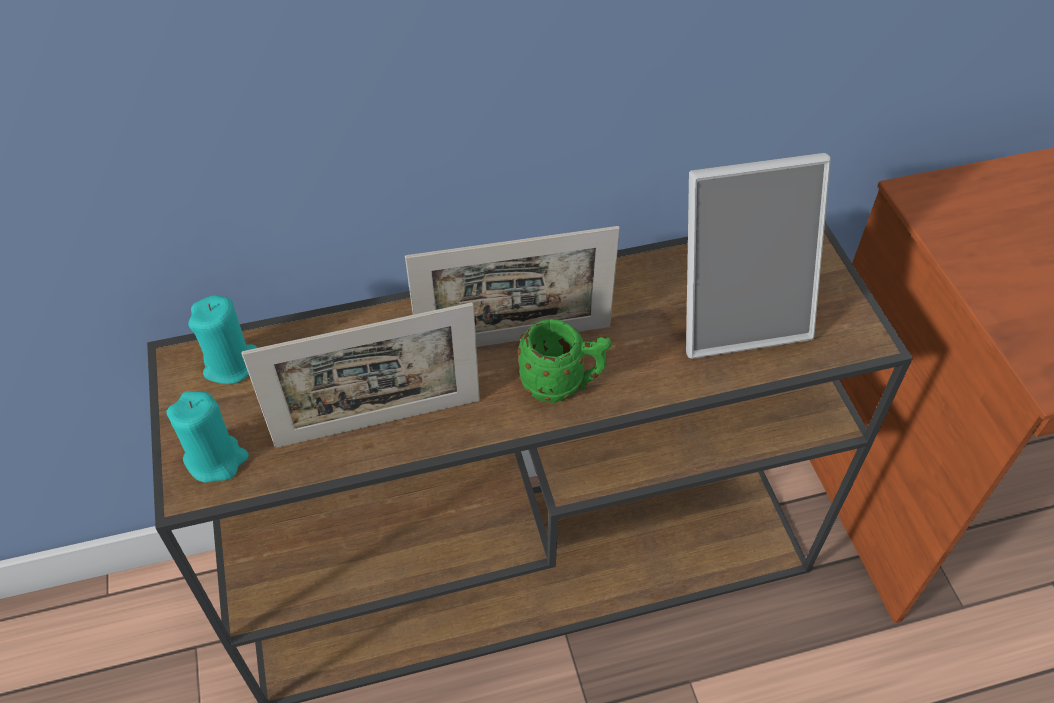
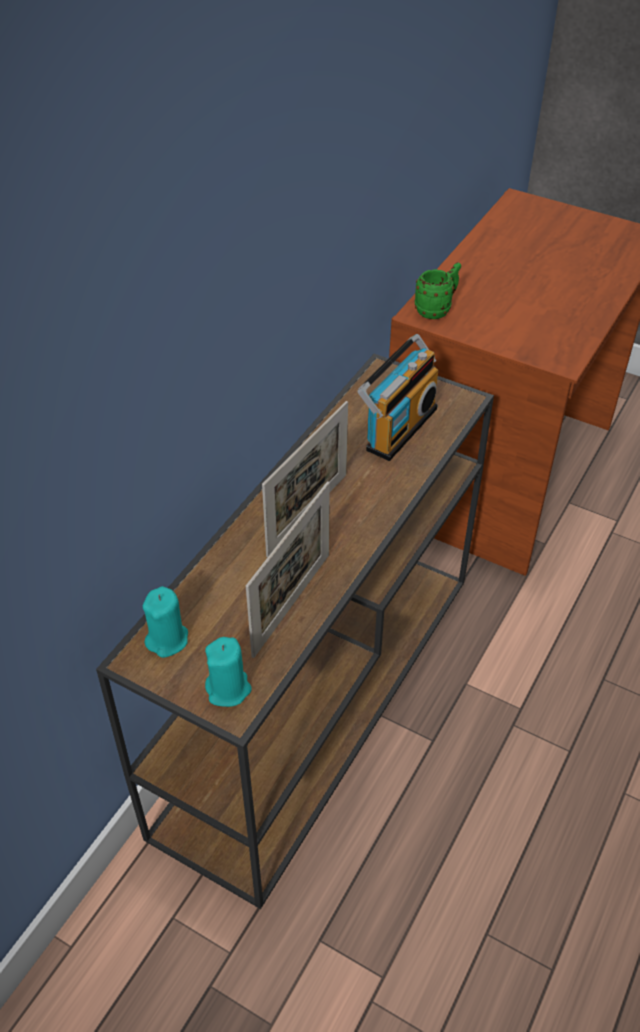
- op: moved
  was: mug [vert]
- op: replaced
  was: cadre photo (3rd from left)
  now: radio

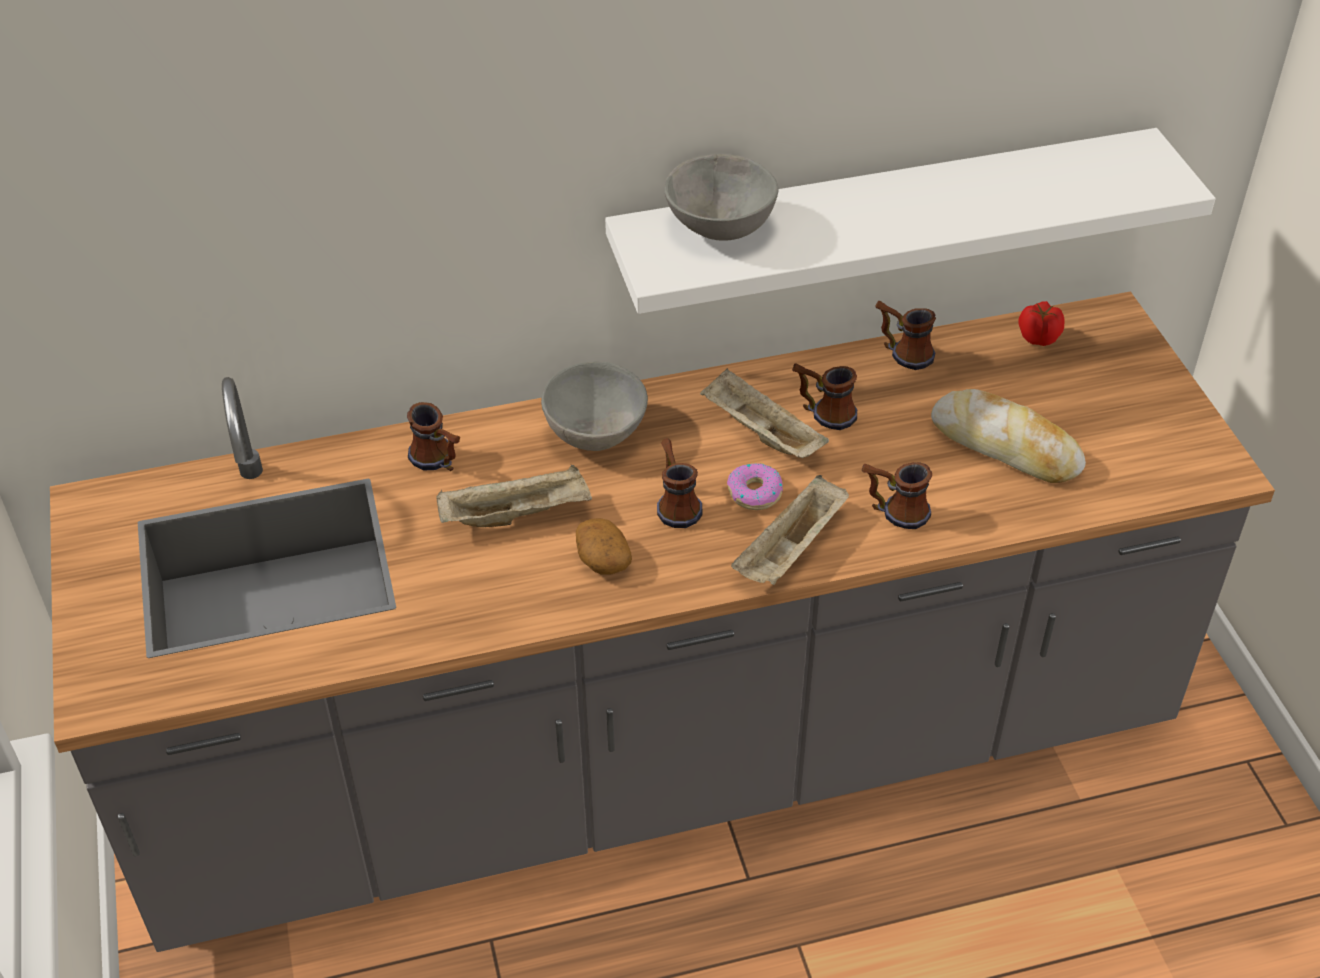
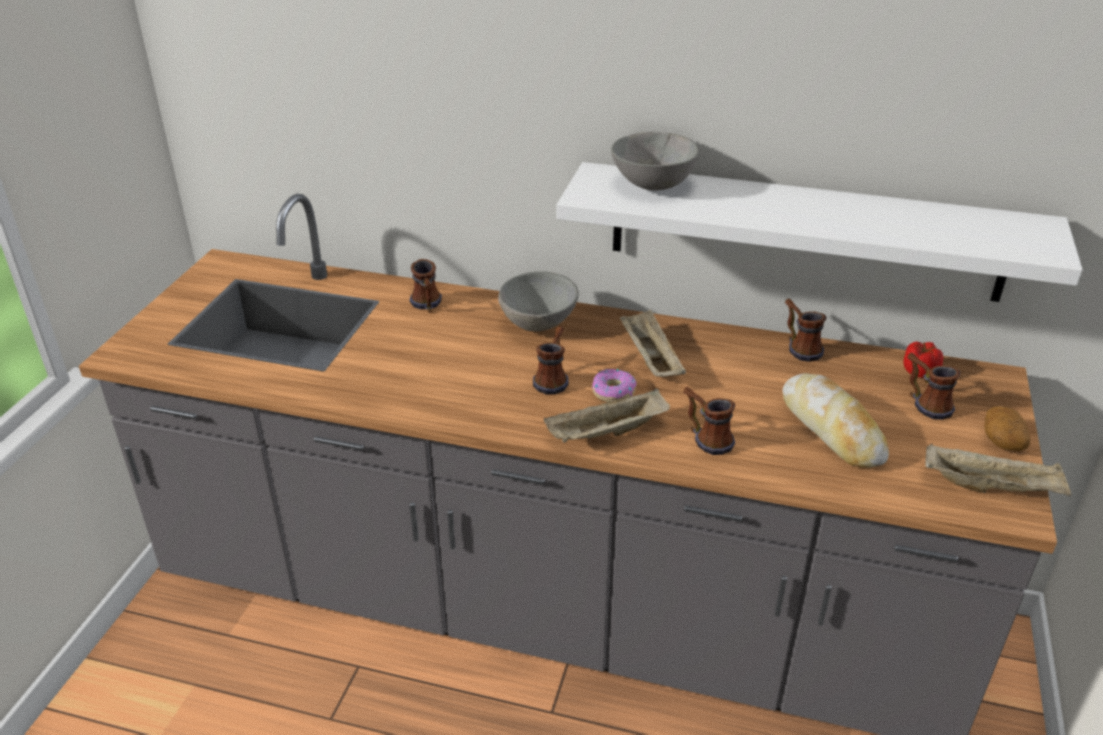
- op: moved
  was: plateau [beige] (1st from left in the first image)
  now: plateau [beige] (3rd from left)
- op: moved
  was: pomme de terre
- op: moved
  was: mug (3rd from left in the first image)
  now: mug (5th from left)

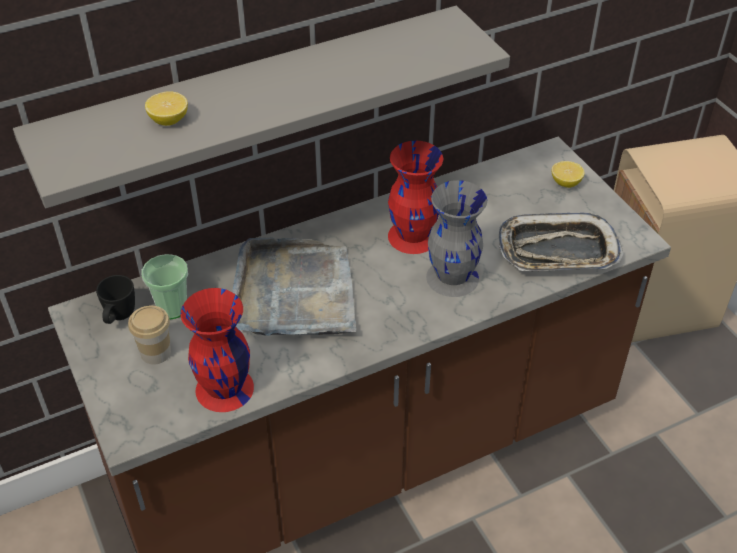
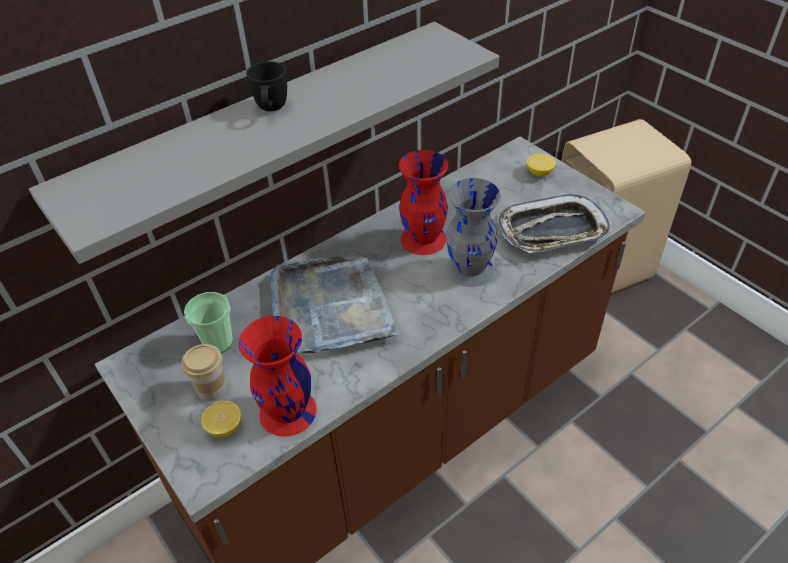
- op: moved
  was: mug [noir]
- op: moved
  was: citron (1st from left)

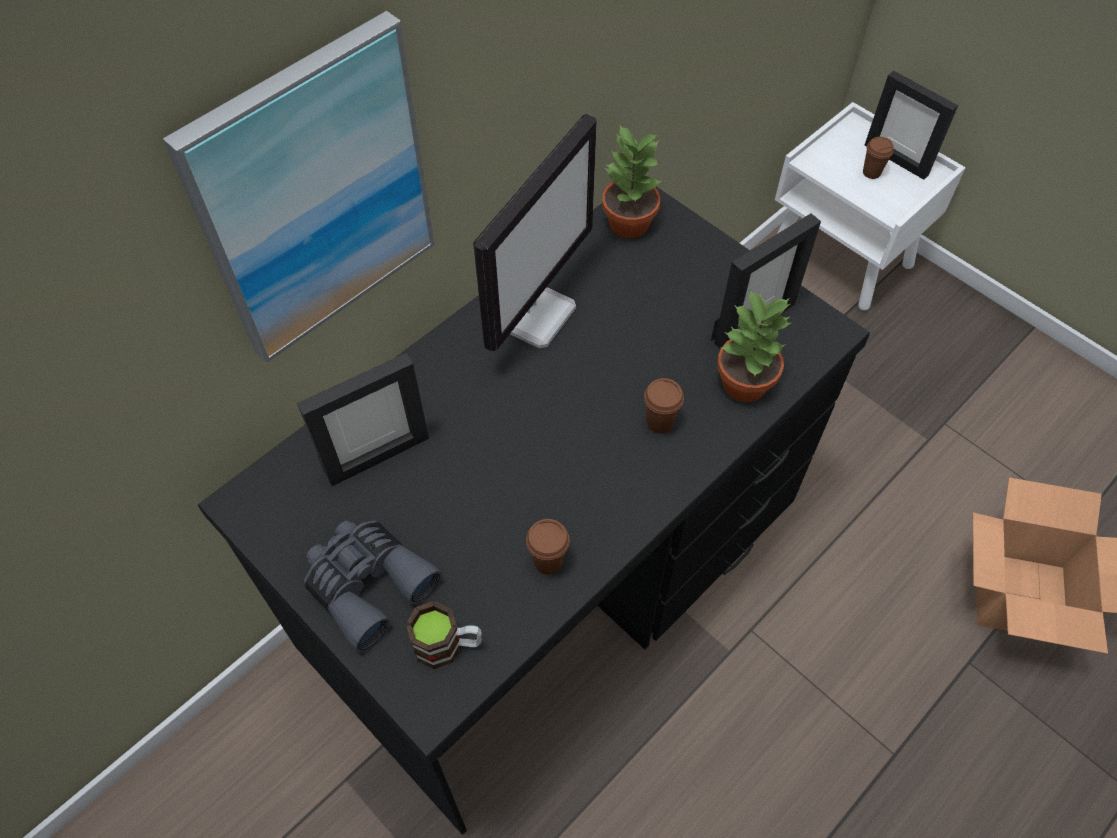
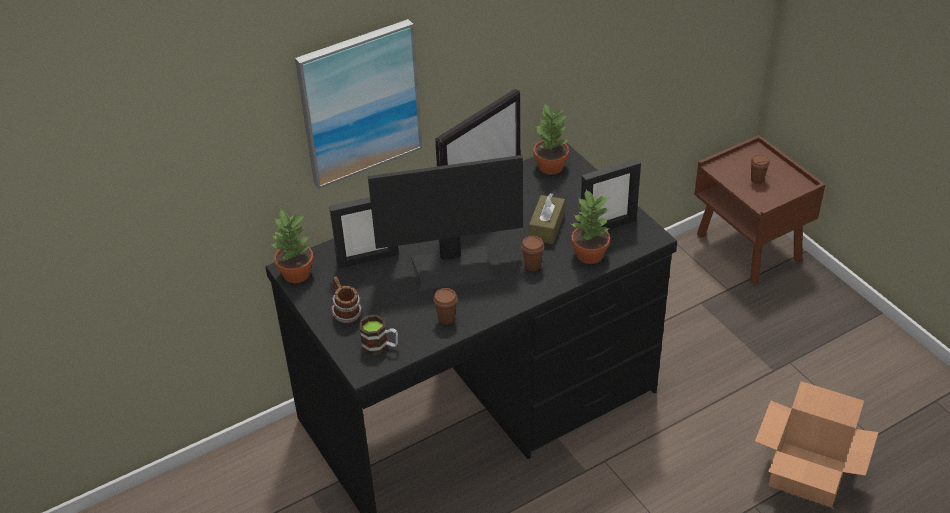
- op: removed
  was: cadre photo (3rd from left)
- op: added
  now: plante en pot (1st from left)
- op: added
  now: écran d'ordinateur (1st from left)
- op: added
  now: boîte à mouchoirs [marron]
- op: replaced
  was: jumelles [gris]
  now: mug (1st from left)
- op: recoloured
  was: table de chevet [blanc]
  now: table de chevet [marron]

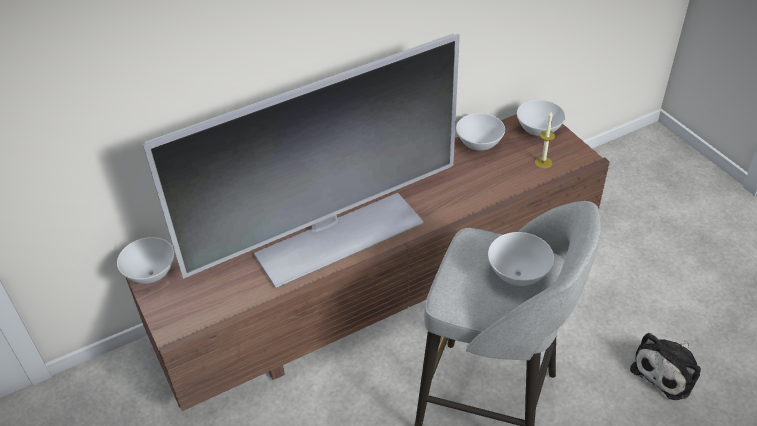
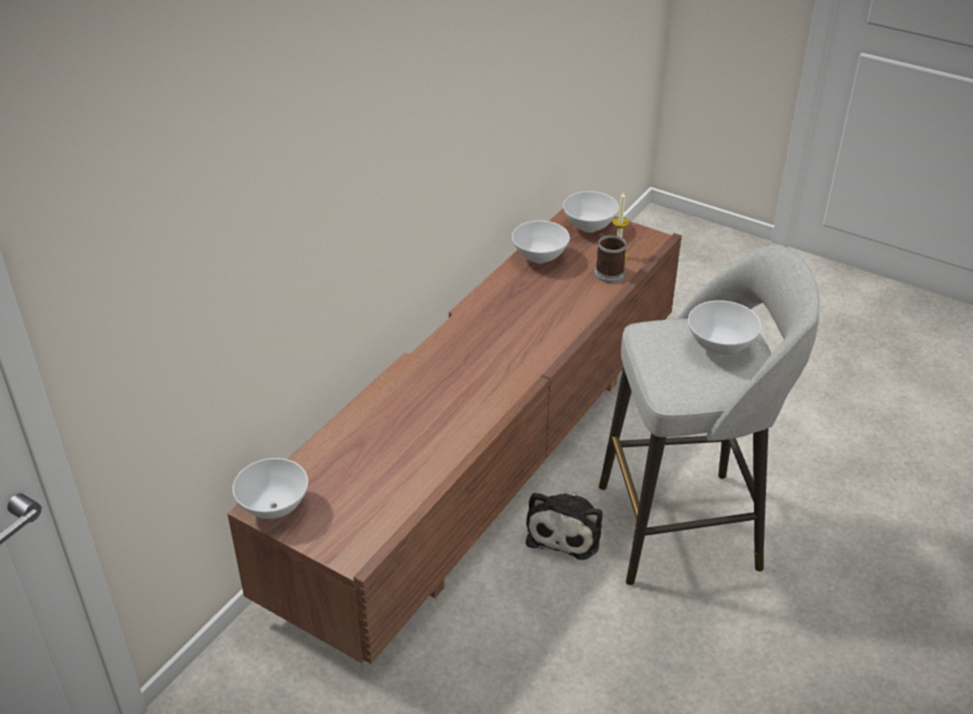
- op: removed
  was: téléviseur
- op: added
  now: mug
- op: moved
  was: peluche

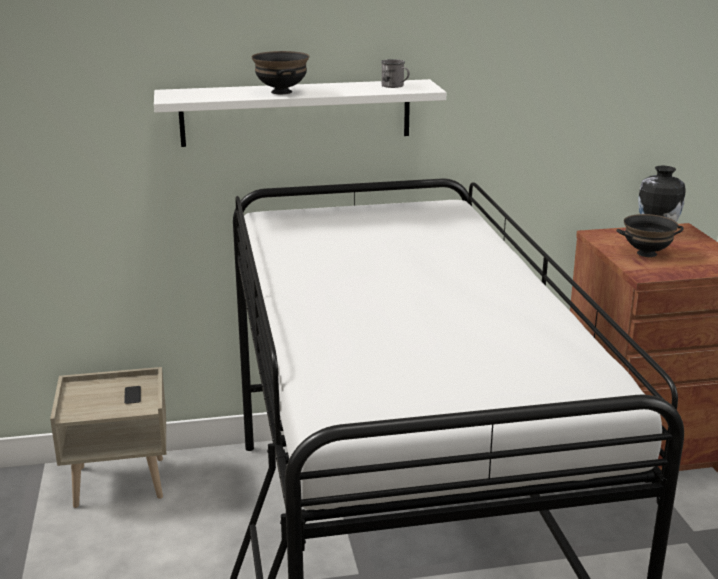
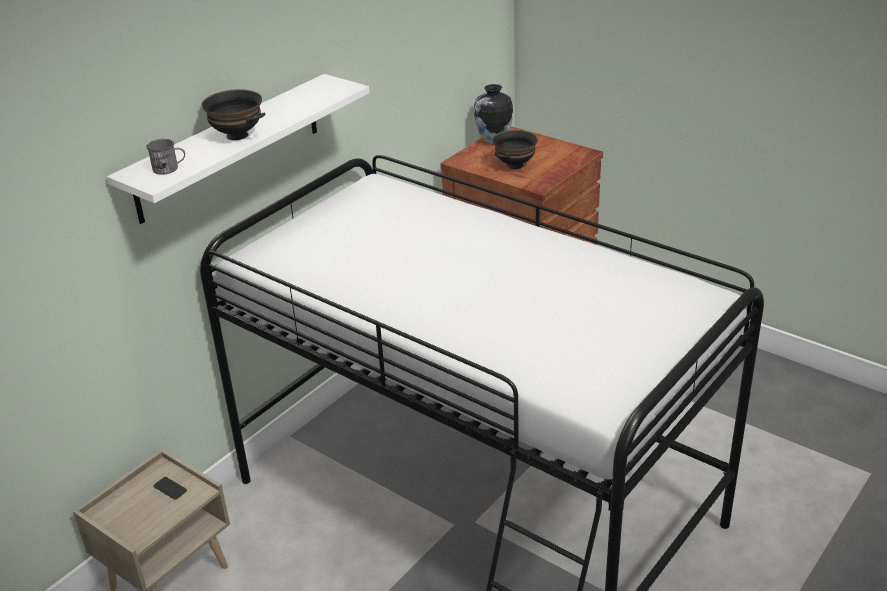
- op: moved
  was: mug [gris]

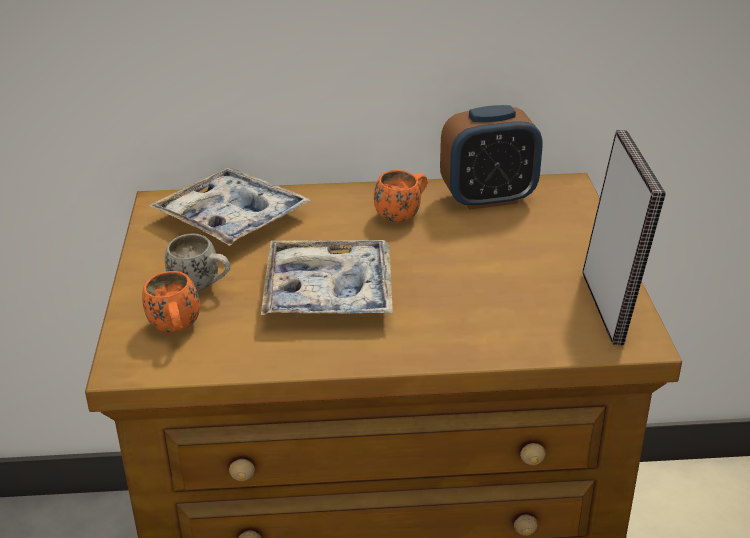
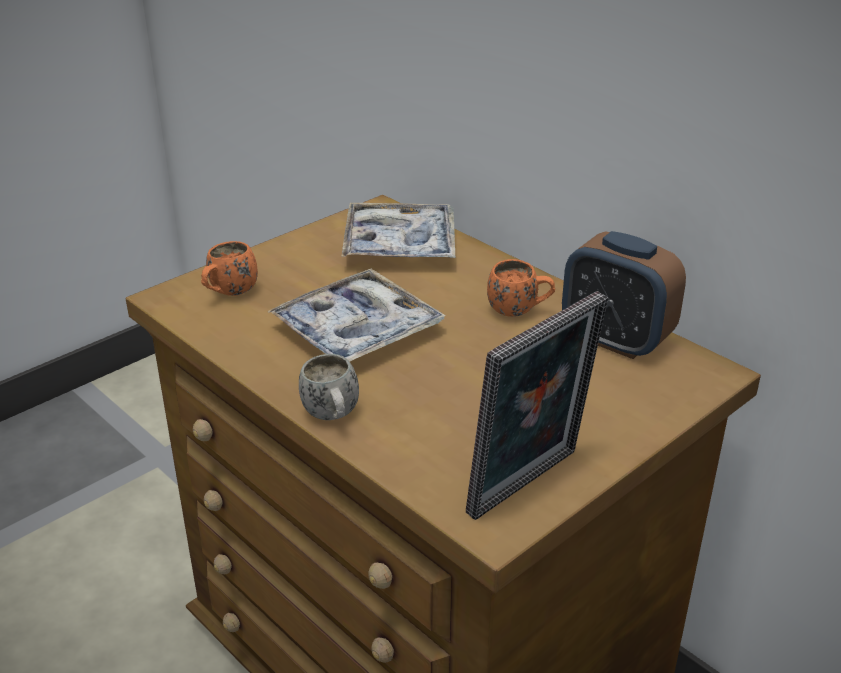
- op: moved
  was: mug [blanc]

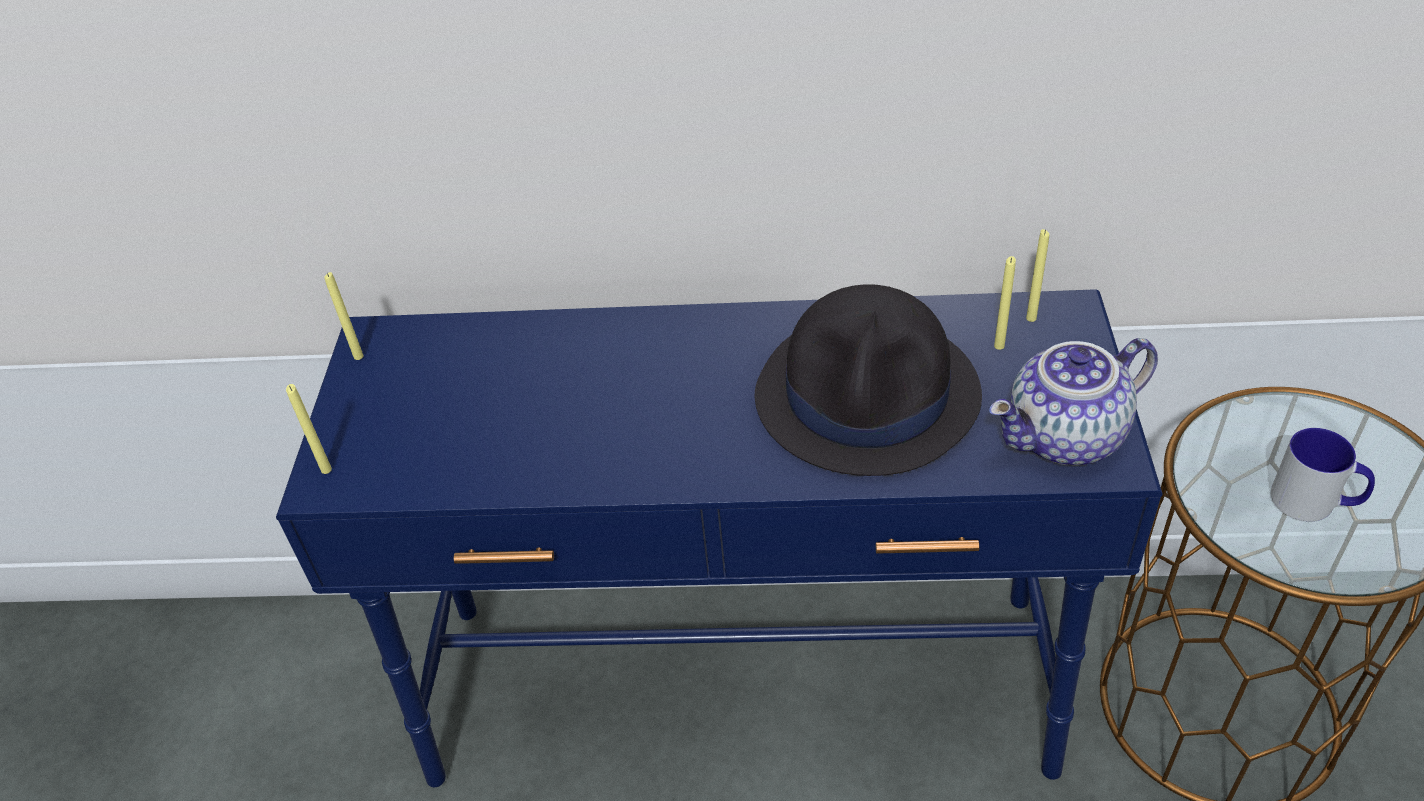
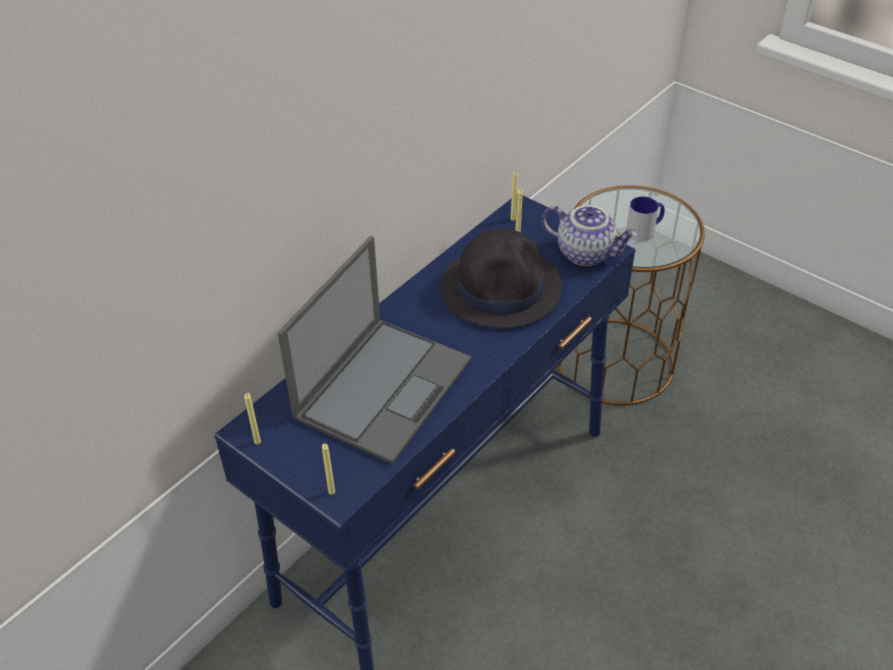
- op: added
  now: ordinateur portable
- op: turned
  was: théière
  clockwise: -75

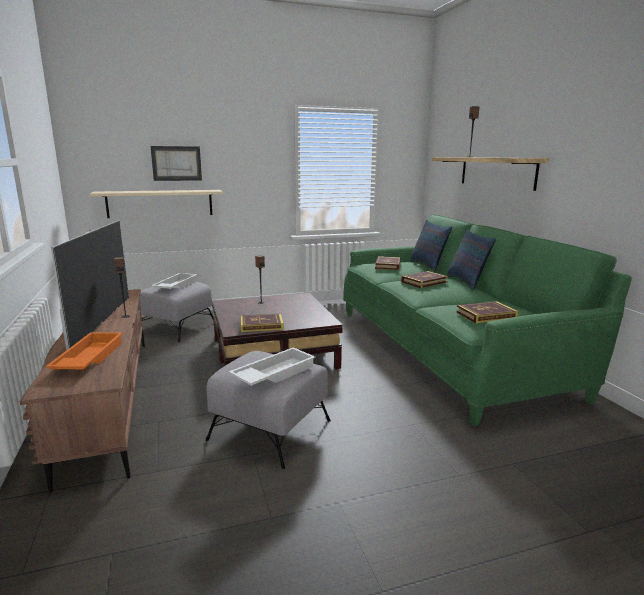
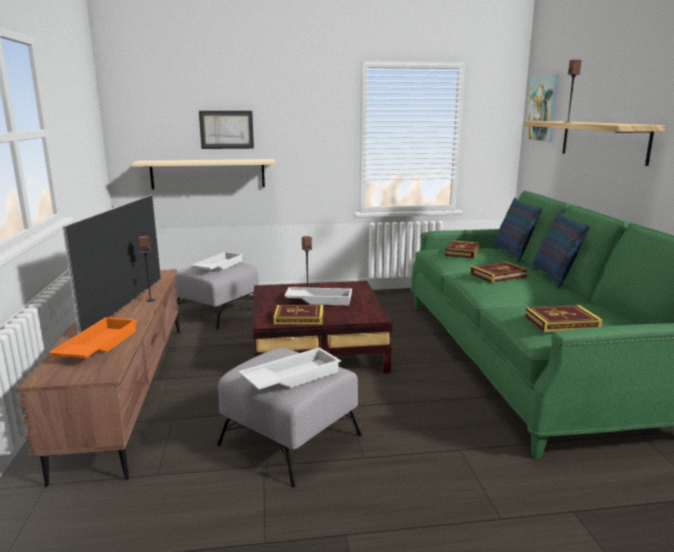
- op: added
  now: plateau [blanc] (3rd from left)
- op: added
  now: tableau (2nd from left)

